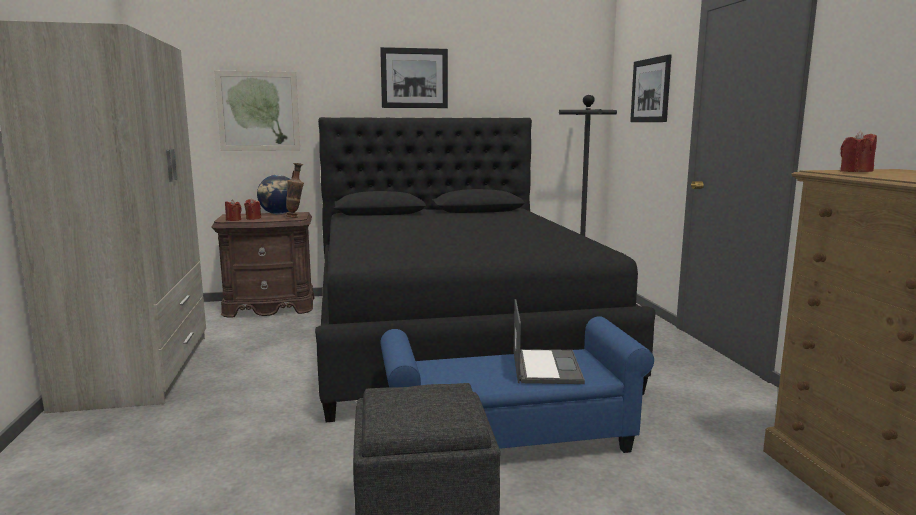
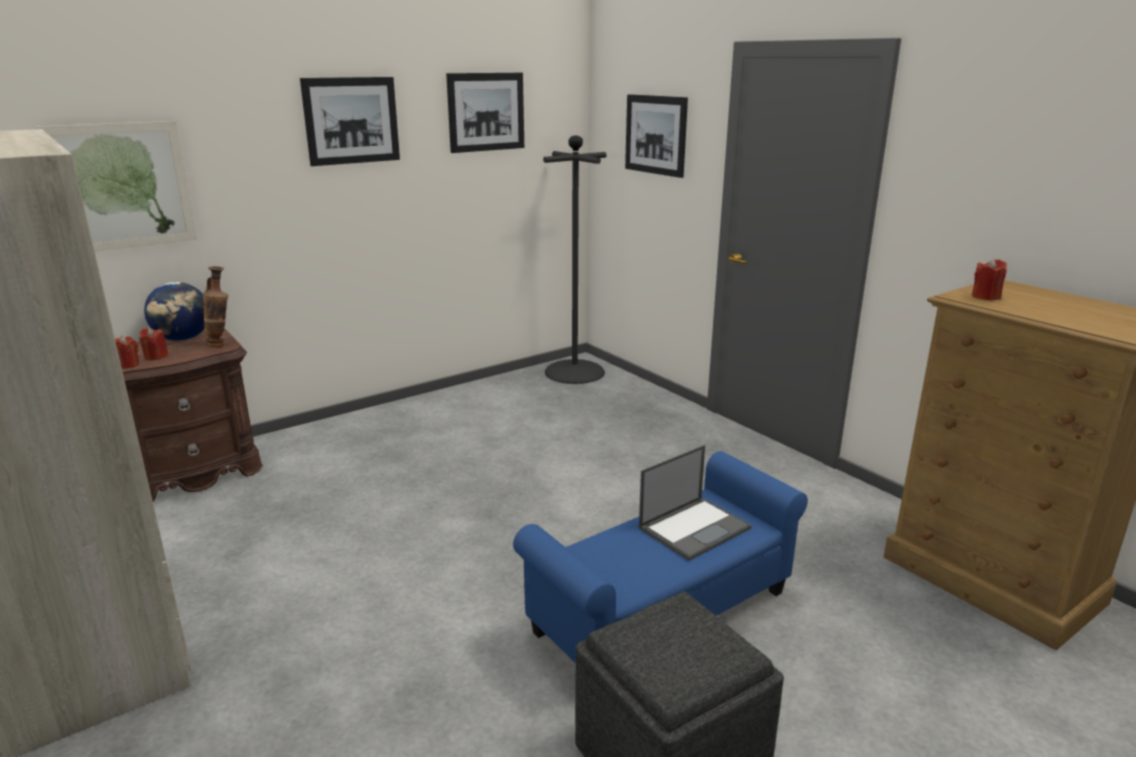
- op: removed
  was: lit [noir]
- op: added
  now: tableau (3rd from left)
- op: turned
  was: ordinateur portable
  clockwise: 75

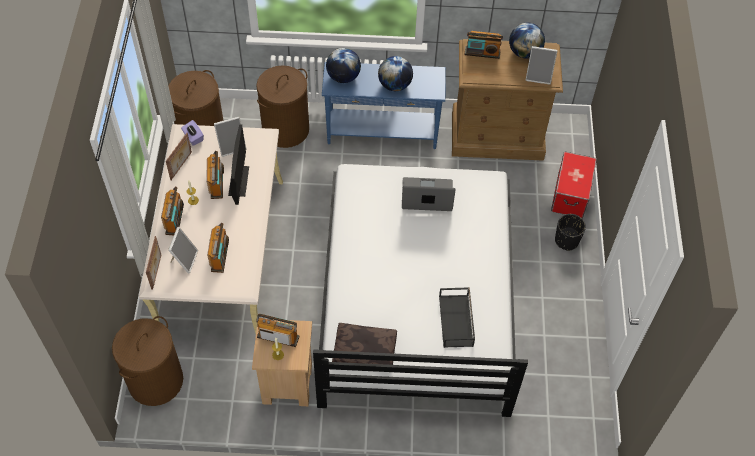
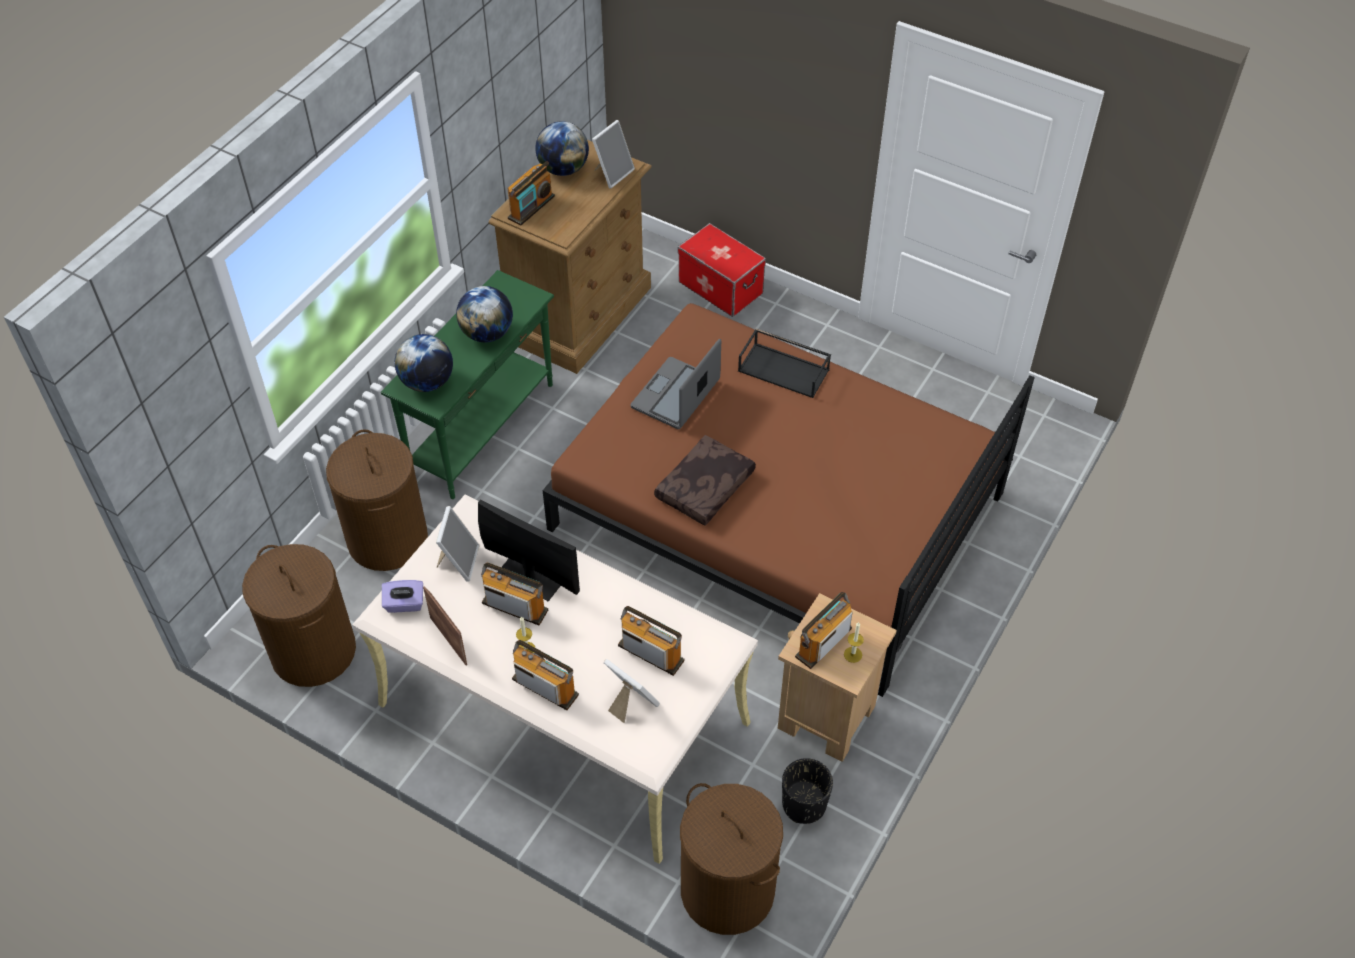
- op: removed
  was: cadre photo (1st from left)
- op: moved
  was: coussin [marron]
- op: moved
  was: plateau [noir]
- op: moved
  was: cache-pot [noir]
- op: recoloured
  was: lit [blanc]
  now: lit [marron]
- op: recoloured
  was: table console [bleu]
  now: table console [vert]

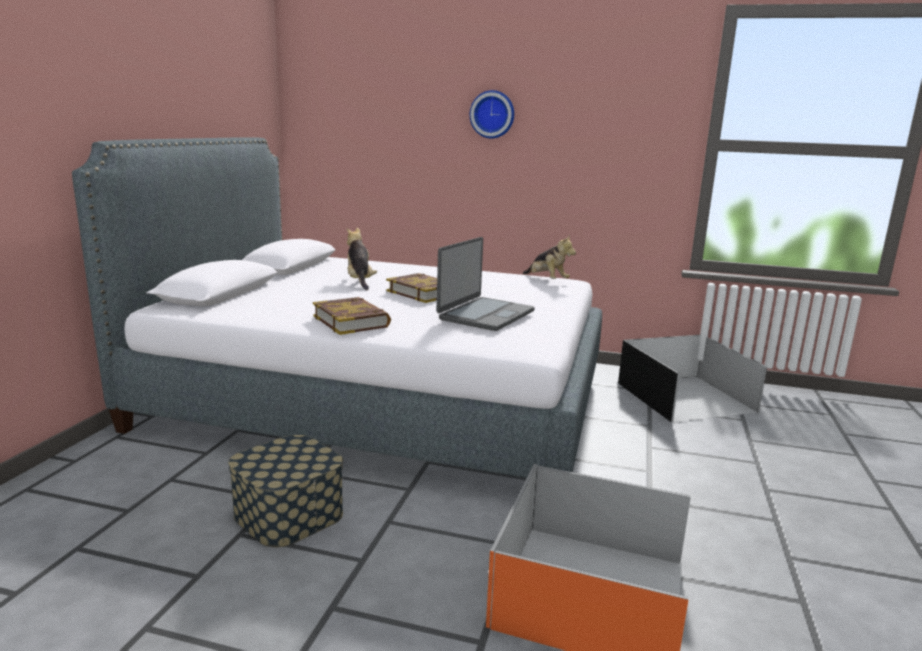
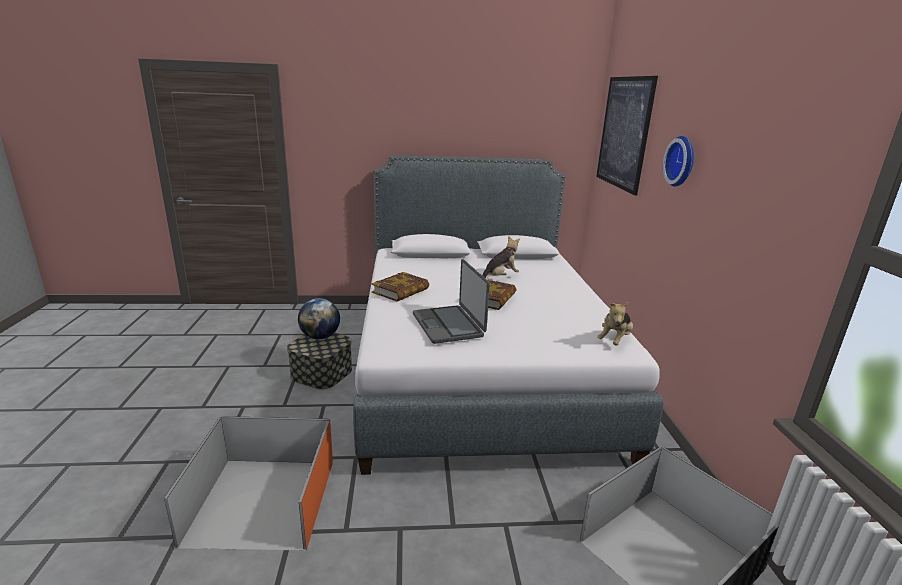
- op: added
  now: globe
- op: added
  now: tableau
- op: turned
  was: ordinateur portable
  clockwise: 60

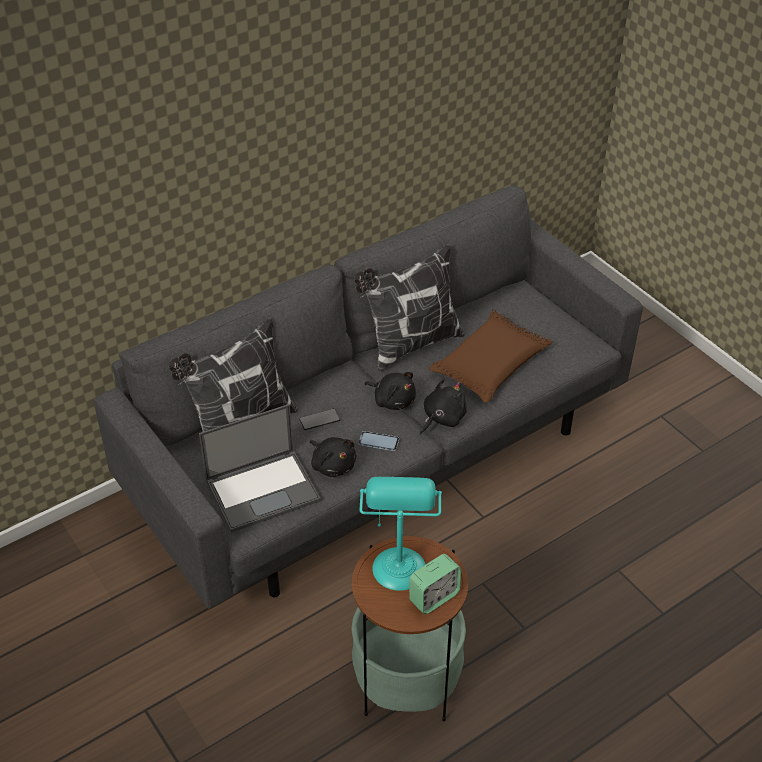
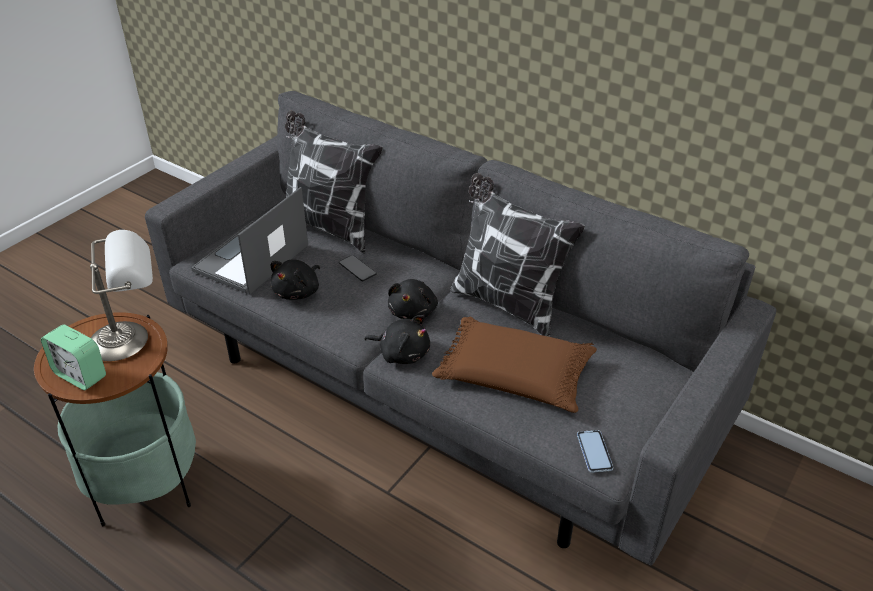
- op: moved
  was: téléphone (2nd from left)
- op: recoloured
  was: lampe de table [turquoise]
  now: lampe de table [blanc]
- op: turned
  was: ordinateur portable
  clockwise: 75

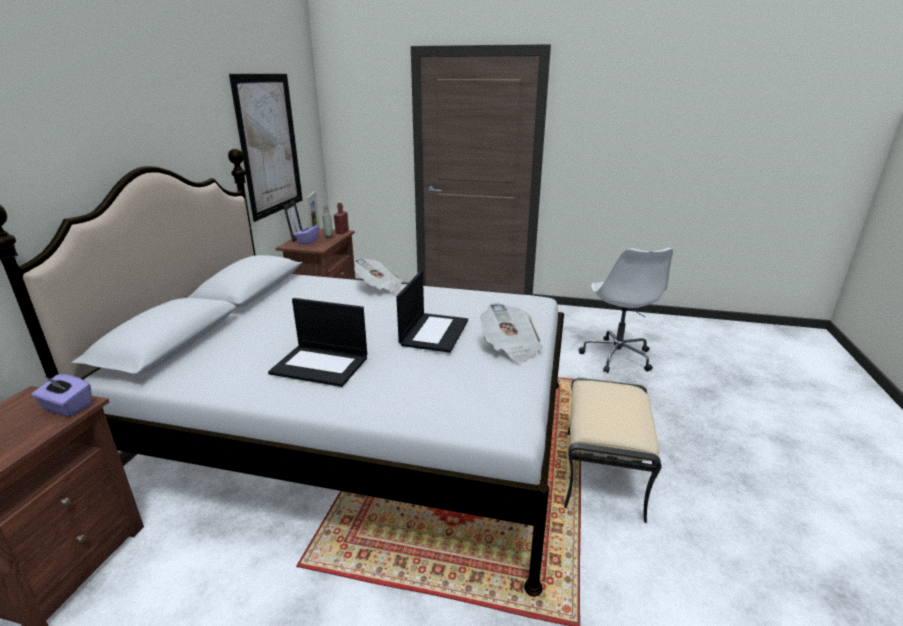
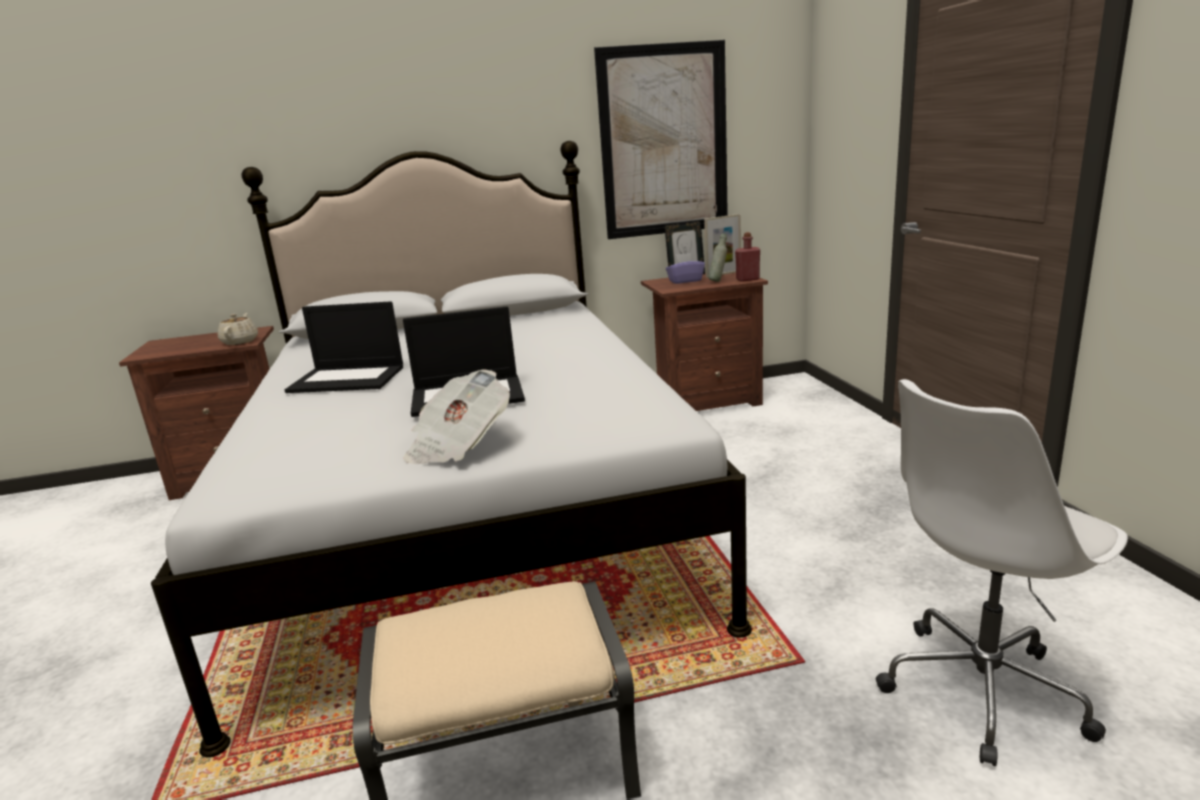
- op: removed
  was: journal (1st from left)
- op: replaced
  was: boîte à mouchoirs [violet] (1st from left)
  now: théière [beige]
- op: turned
  was: ordinateur portable (1st from left)
  clockwise: -75

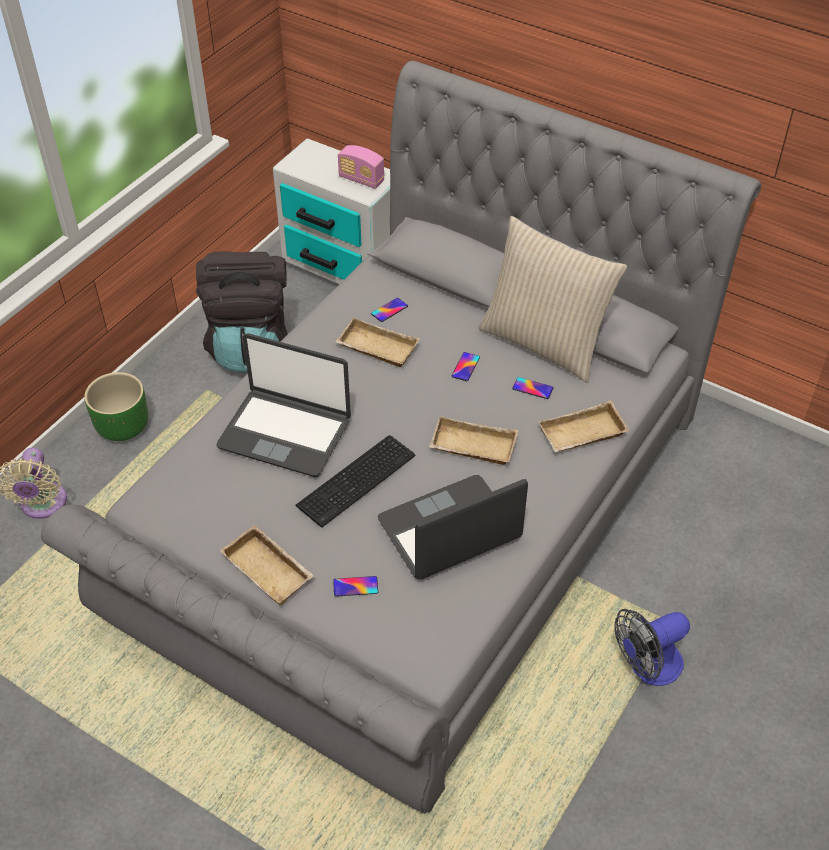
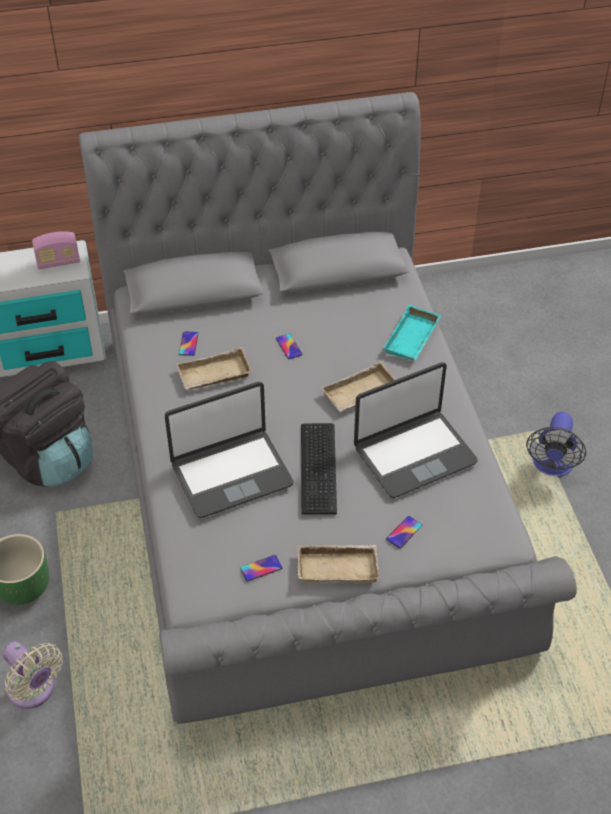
- op: removed
  was: coussin [beige]
- op: moved
  was: téléphone (4th from left in the first image)
  now: téléphone (2nd from left)
- op: recoloured
  was: plateau [beige] (4th from left)
  now: plateau [turquoise]
- op: turned
  was: ordinateur portable (2nd from left)
  clockwise: -135

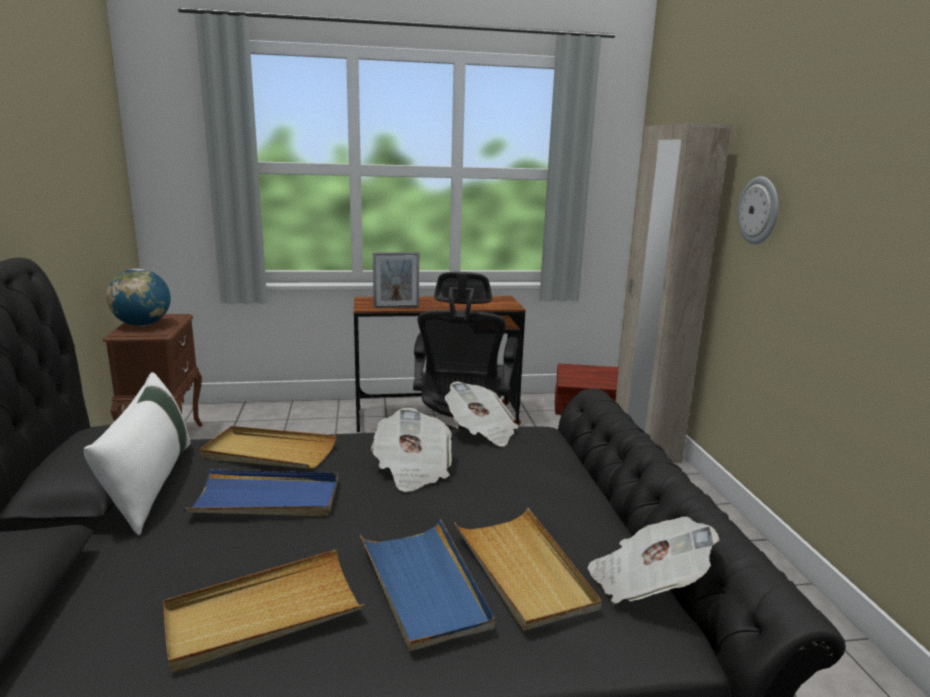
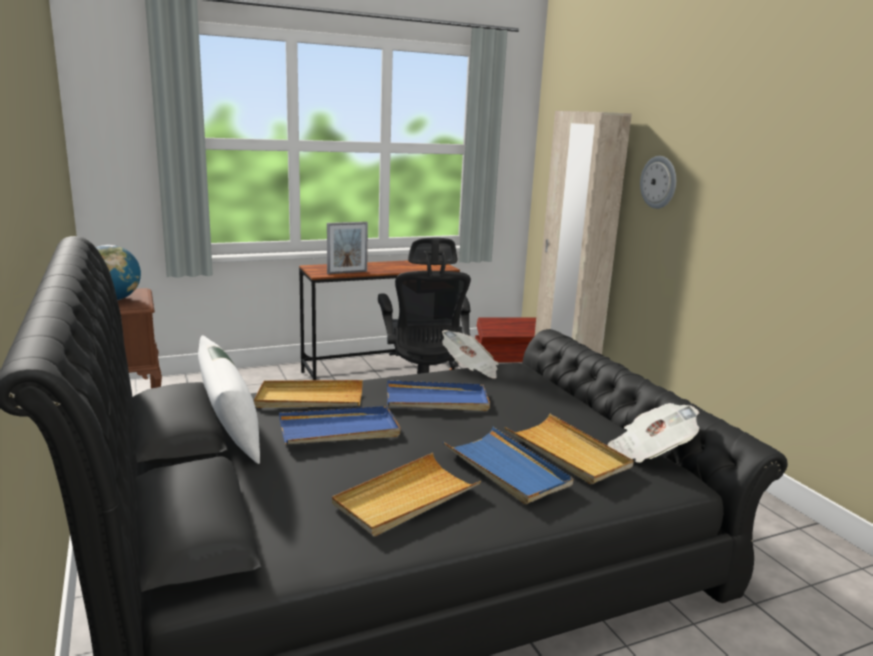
- op: replaced
  was: journal (1st from left)
  now: plateau [bleu] (2nd from left)

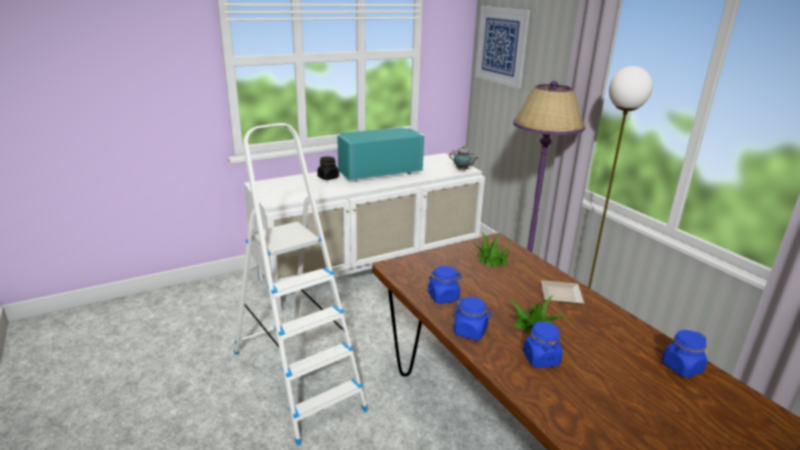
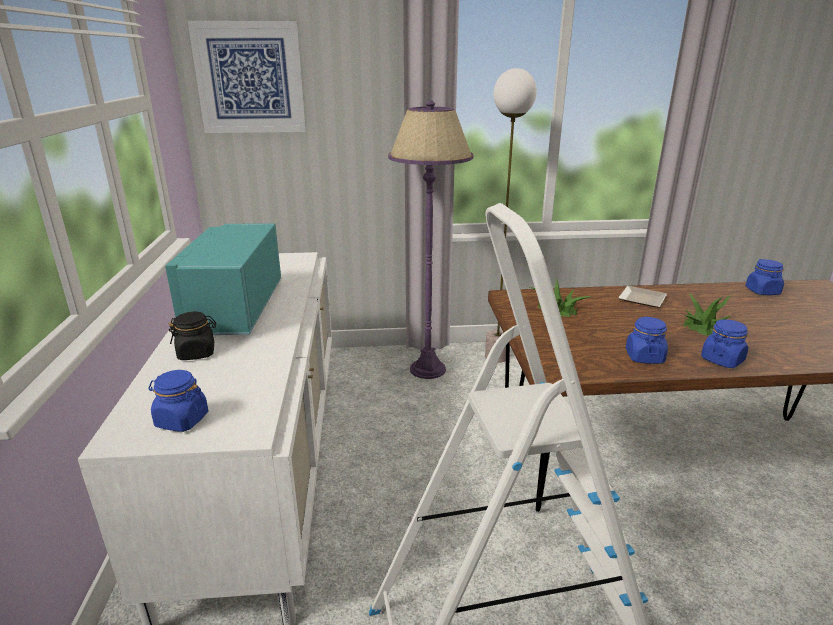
- op: removed
  was: théière
- op: moved
  was: bocal [bleu] (3rd from left in the first image)
  now: bocal [bleu] (1st from left)

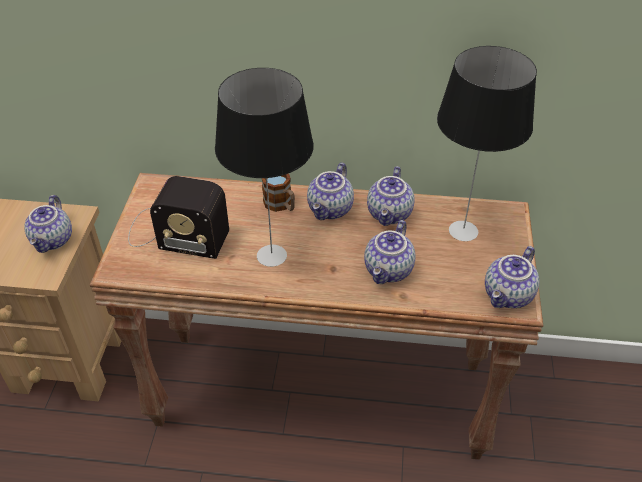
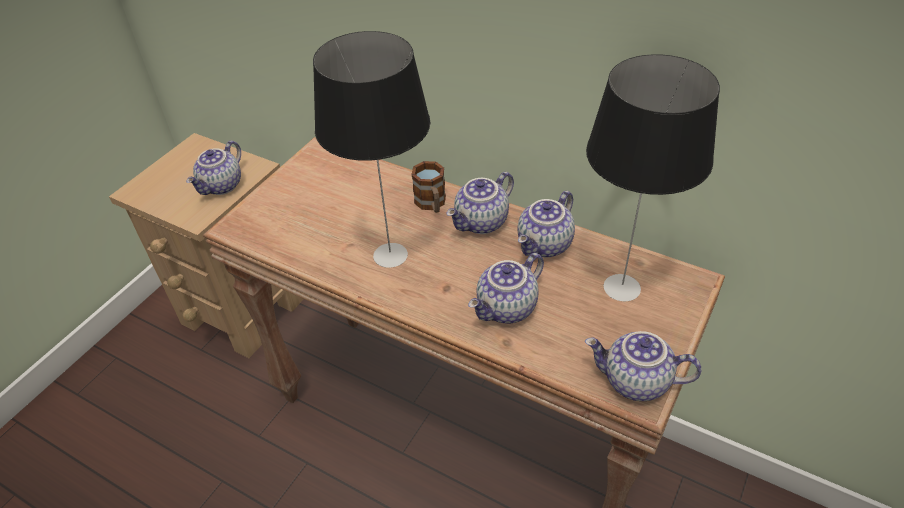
- op: removed
  was: radio
- op: turned
  was: théière (5th from left)
  clockwise: 45

